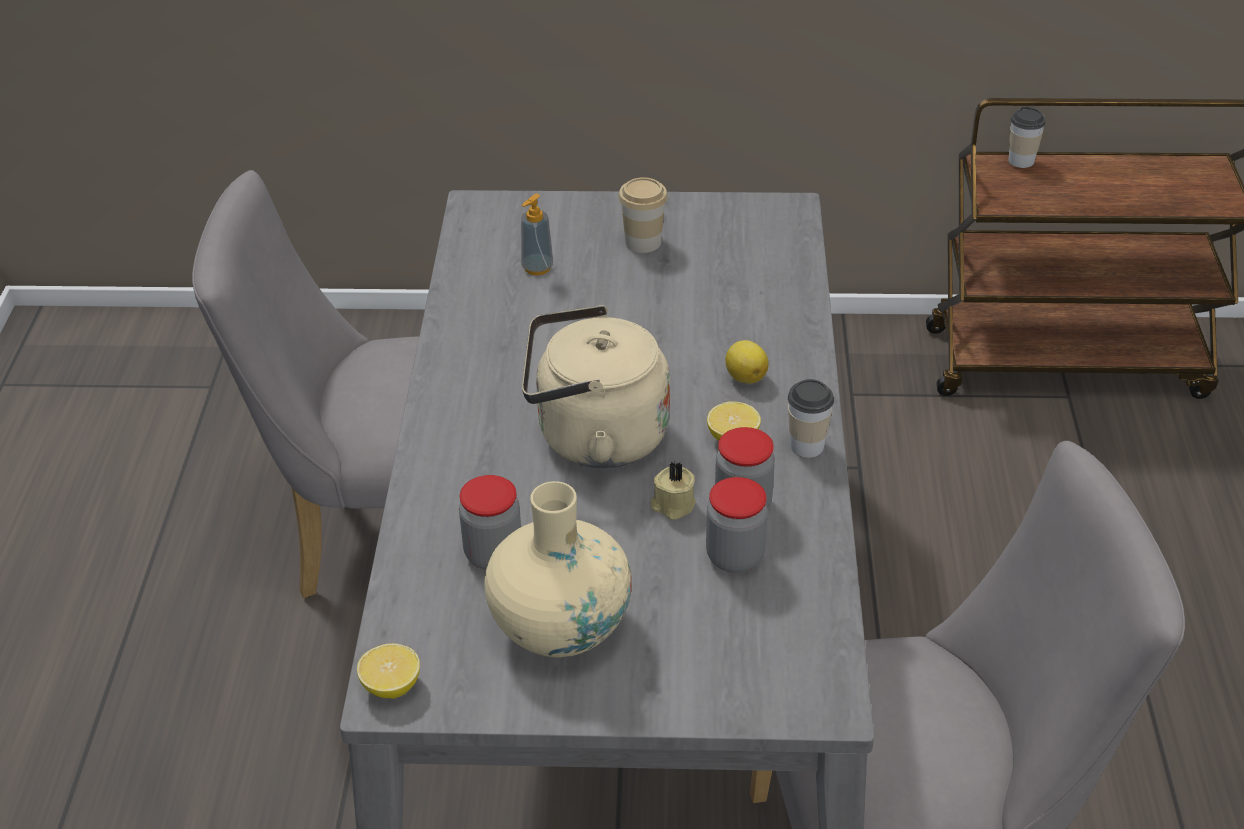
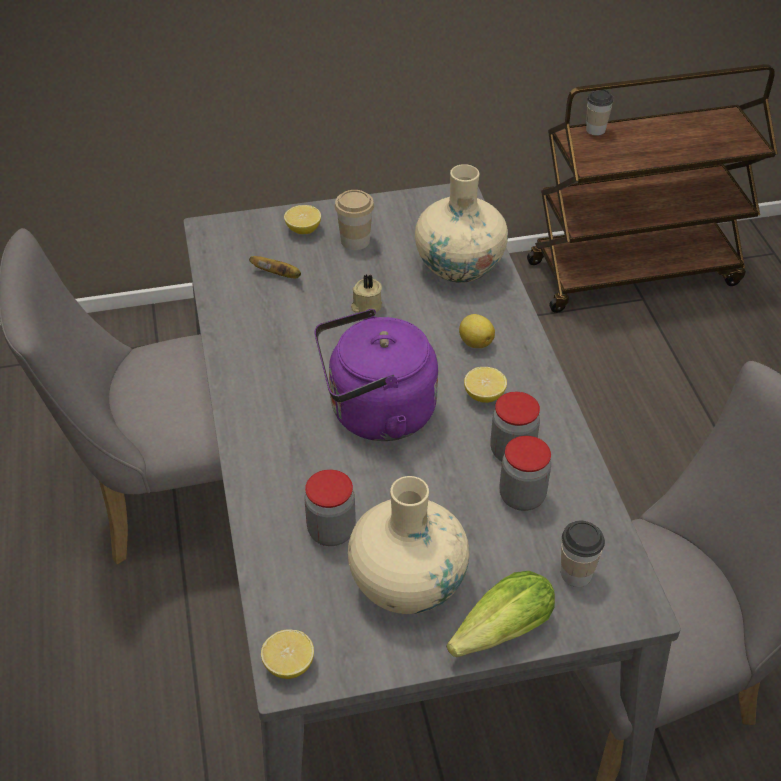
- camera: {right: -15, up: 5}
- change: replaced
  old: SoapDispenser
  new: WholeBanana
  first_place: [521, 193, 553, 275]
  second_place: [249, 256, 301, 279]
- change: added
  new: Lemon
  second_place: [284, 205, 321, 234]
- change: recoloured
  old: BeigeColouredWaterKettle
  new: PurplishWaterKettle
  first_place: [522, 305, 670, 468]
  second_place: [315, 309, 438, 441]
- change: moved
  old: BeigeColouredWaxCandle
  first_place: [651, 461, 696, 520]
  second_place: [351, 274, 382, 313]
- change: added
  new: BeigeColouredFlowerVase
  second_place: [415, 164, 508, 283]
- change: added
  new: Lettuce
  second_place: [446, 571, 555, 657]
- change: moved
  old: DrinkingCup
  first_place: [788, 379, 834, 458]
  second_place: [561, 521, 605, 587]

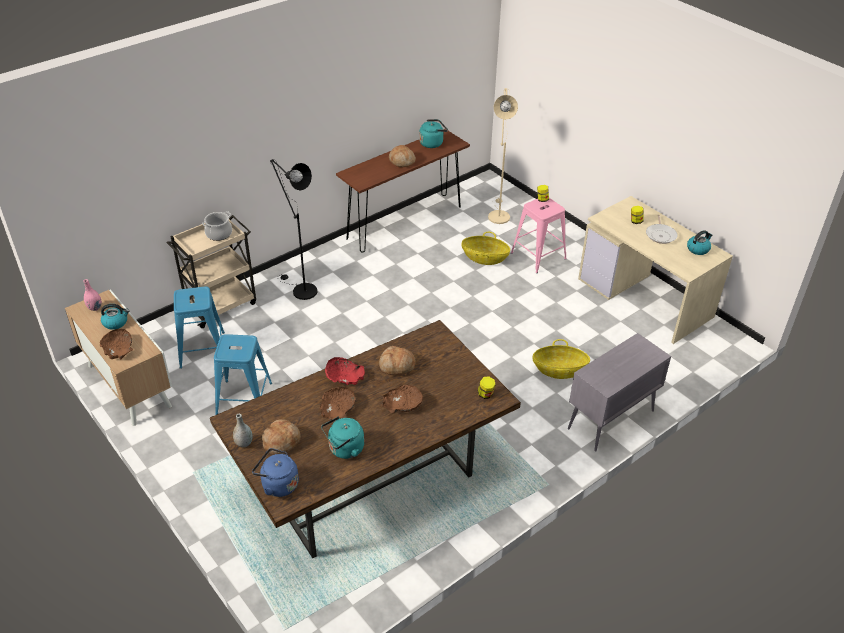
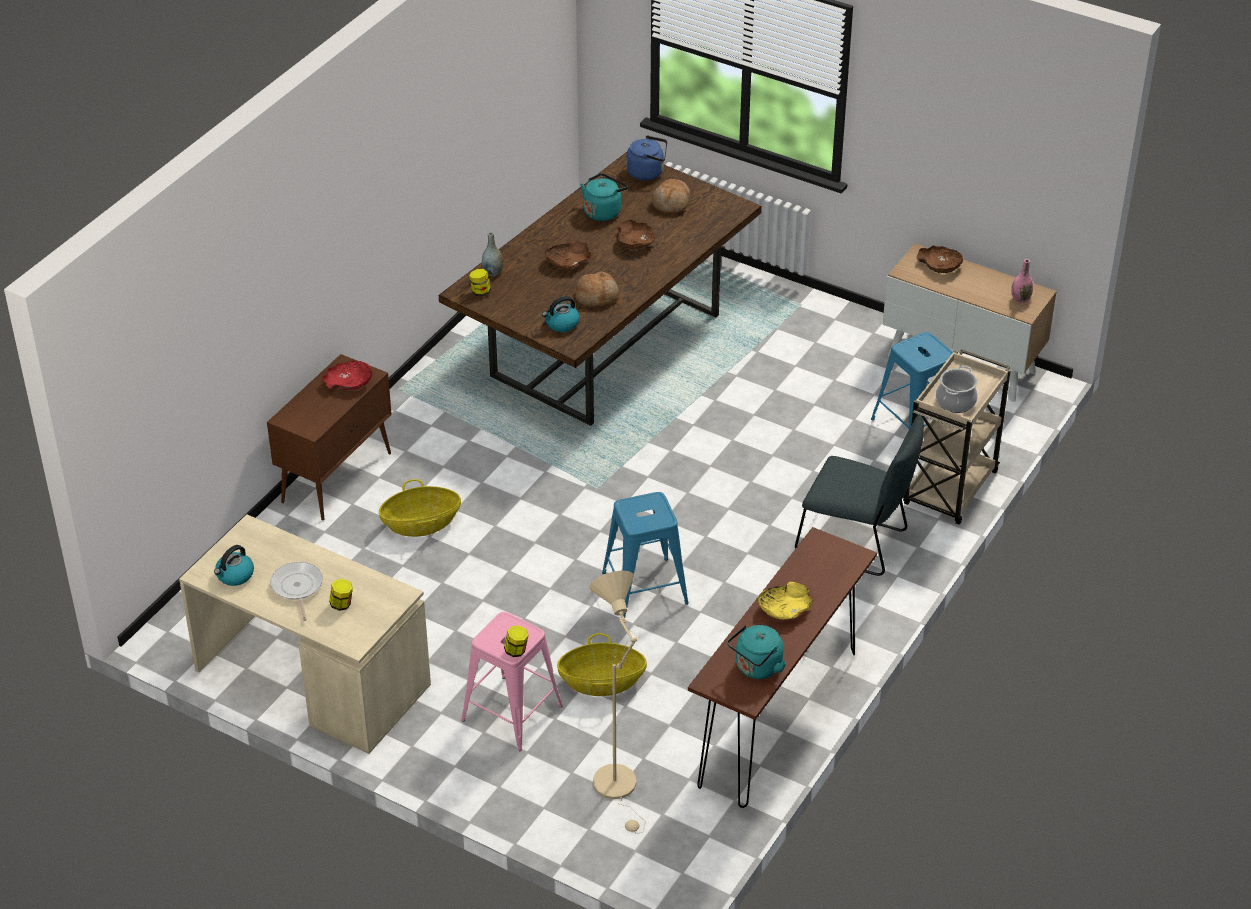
- camera: {right: 160, up: 0}
- change: recoloured
  old: GrayStorageCabinet
  new: BrownStorageCabinet
  first_place: [568, 333, 671, 452]
  second_place: [267, 354, 392, 521]
- change: moved
  old: ReddishBowl
  first_place: [325, 357, 365, 385]
  second_place: [322, 361, 372, 390]
- change: moved
  old: GrayFlowerVase
  first_place: [233, 414, 253, 448]
  second_place: [482, 232, 503, 276]
- change: moved
  old: WaterKettle
  first_place: [101, 304, 129, 330]
  second_place: [542, 296, 580, 332]
- change: moved
  old: BlueColouredStoolSeat
  first_place: [214, 334, 272, 415]
  second_place: [602, 492, 689, 618]
- change: replaced
  old: Bread
  new: YellowBowl
  first_place: [389, 145, 416, 167]
  second_place: [758, 582, 813, 619]
- change: replaced
  old: BlackStandardLamp
  new: GrayChair
  first_place: [270, 159, 317, 300]
  second_place: [795, 416, 924, 576]

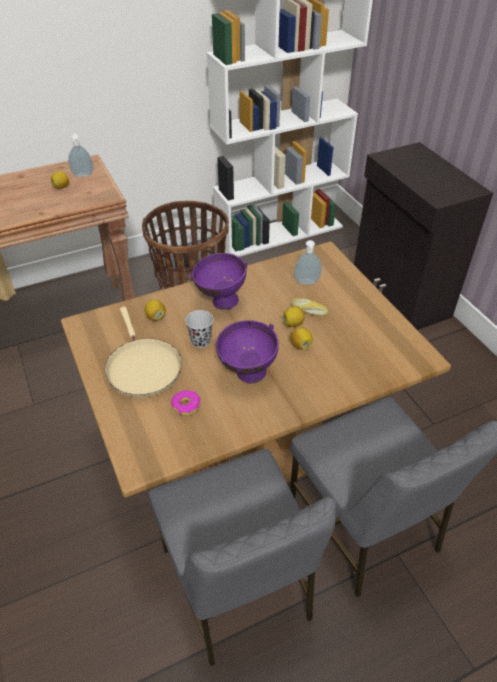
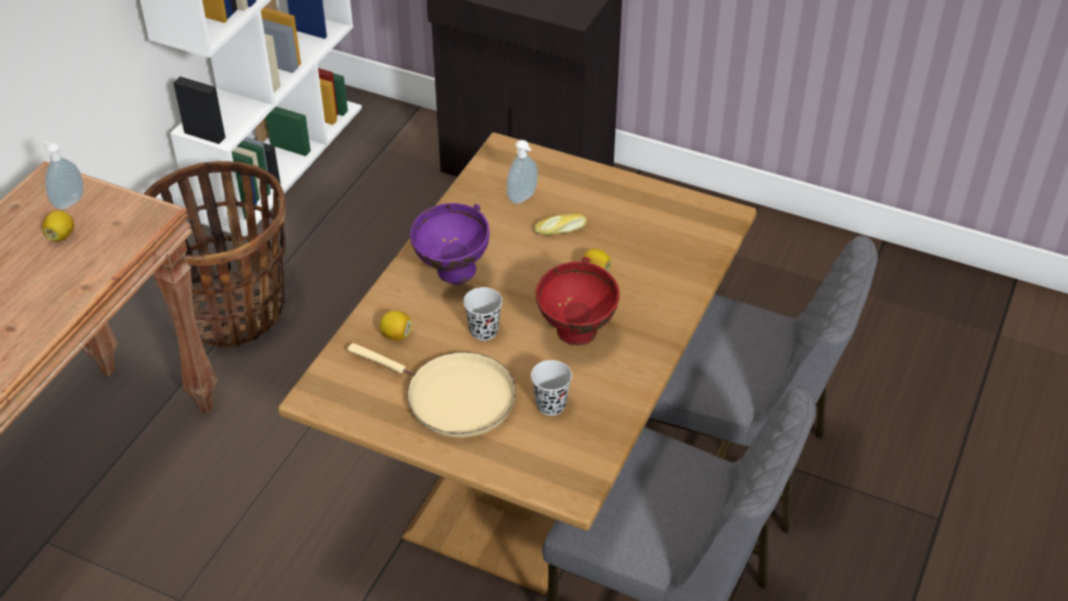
- camera: {right: -40, up: 0}
- change: replaced
  old: Donut
  new: BlackDrinkingCup
  first_place: [171, 390, 201, 416]
  second_place: [531, 360, 572, 416]
- change: recoloured
  old: PurplishBowl
  new: ReddishBowl
  first_place: [216, 320, 279, 384]
  second_place: [536, 257, 620, 345]
- change: removed
  old: Lemon
  first_place: [283, 306, 304, 327]

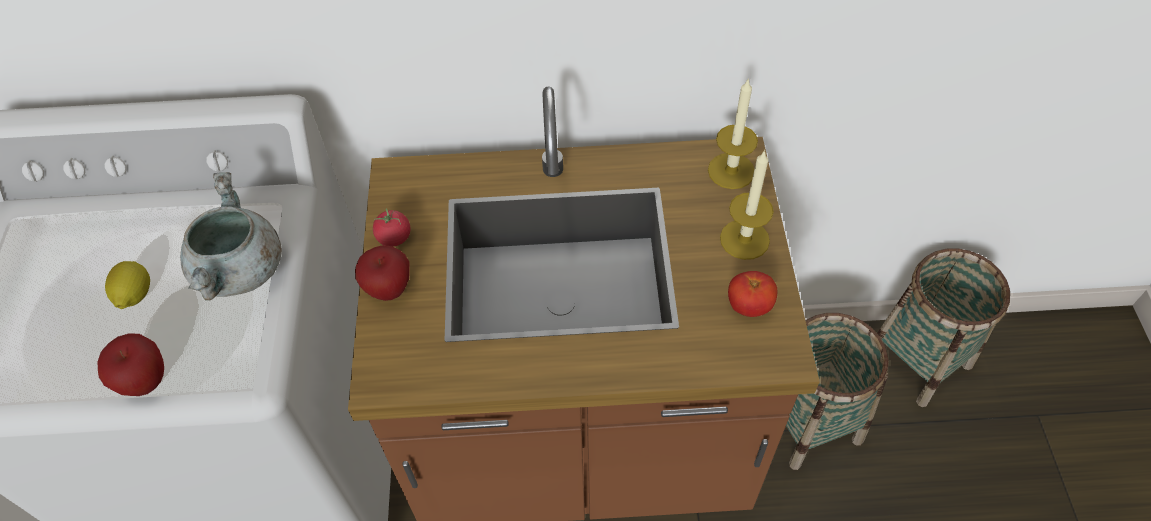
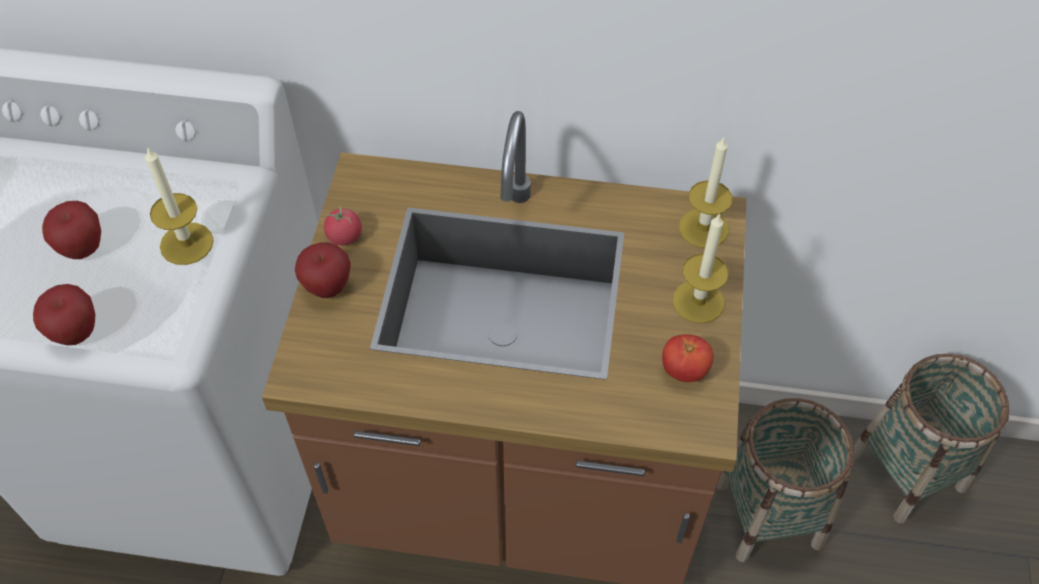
- camera: {right: 10, up: 0}
- change: replaced
  old: Lemon
  new: Apple
  first_place: [105, 261, 150, 309]
  second_place: [42, 201, 101, 259]
- change: replaced
  old: GrayStockpot
  new: WaxCandle
  first_place: [180, 172, 282, 301]
  second_place: [145, 147, 214, 265]

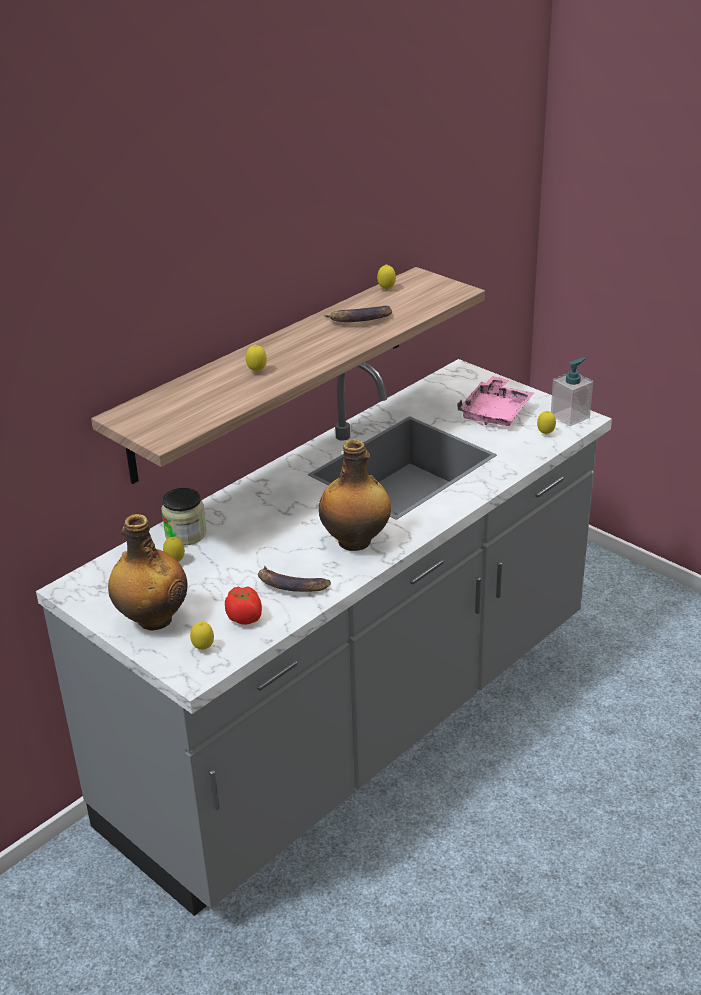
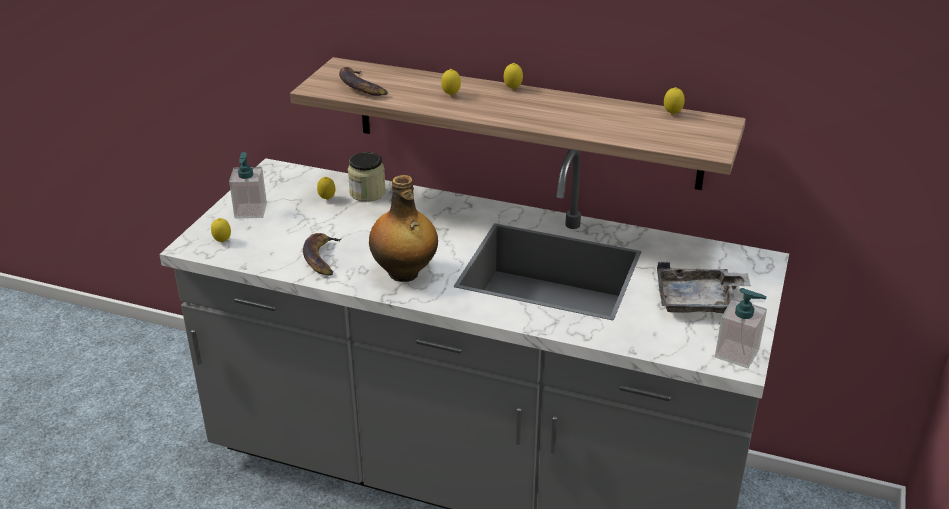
- camera: {right: 65, up: 0}
- change: replaced
  old: DrinkBottle
  new: SoapDispenser
  first_place: [108, 514, 187, 630]
  second_place: [229, 152, 267, 218]
- change: moved
  old: WholeBanana
  first_place: [324, 306, 392, 322]
  second_place: [339, 67, 388, 96]
- change: moved
  old: Lemon
  first_place: [537, 411, 556, 435]
  second_place: [504, 63, 523, 89]
- change: recoloured
  old: PinkServingTray
  new: GrayServingTray
  first_place: [457, 376, 534, 426]
  second_place: [657, 262, 751, 313]
- change: removed
  old: FreshTomato
  first_place: [225, 586, 262, 625]

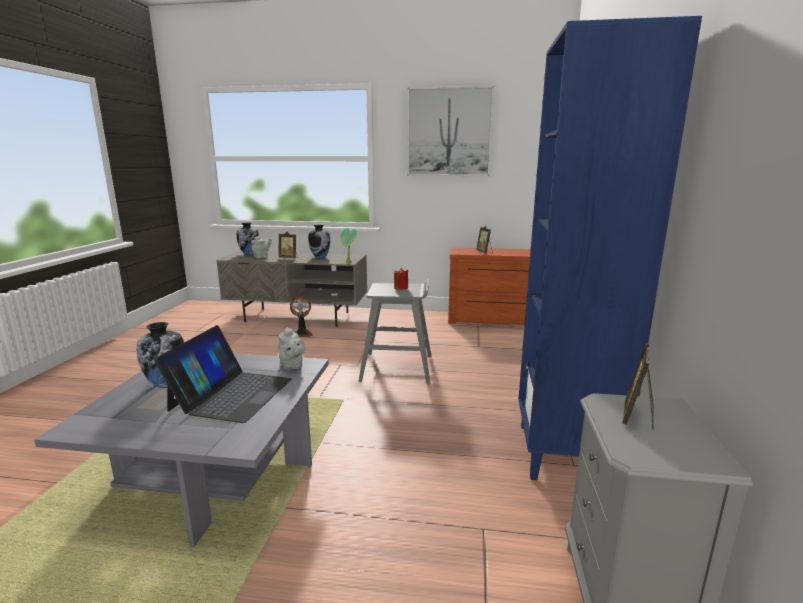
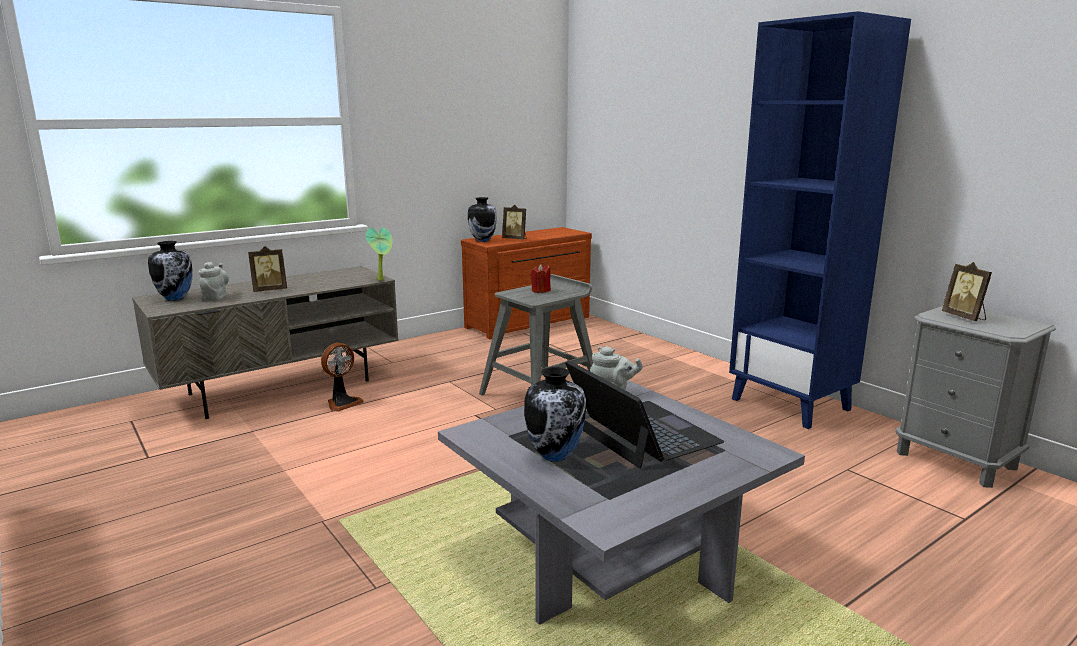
- camera: {right: -45, up: 0}
- change: moved
  old: FlowerVase
  first_place: [308, 225, 330, 258]
  second_place: [468, 197, 497, 242]
- change: removed
  old: WallArt
  first_place: [407, 86, 494, 176]

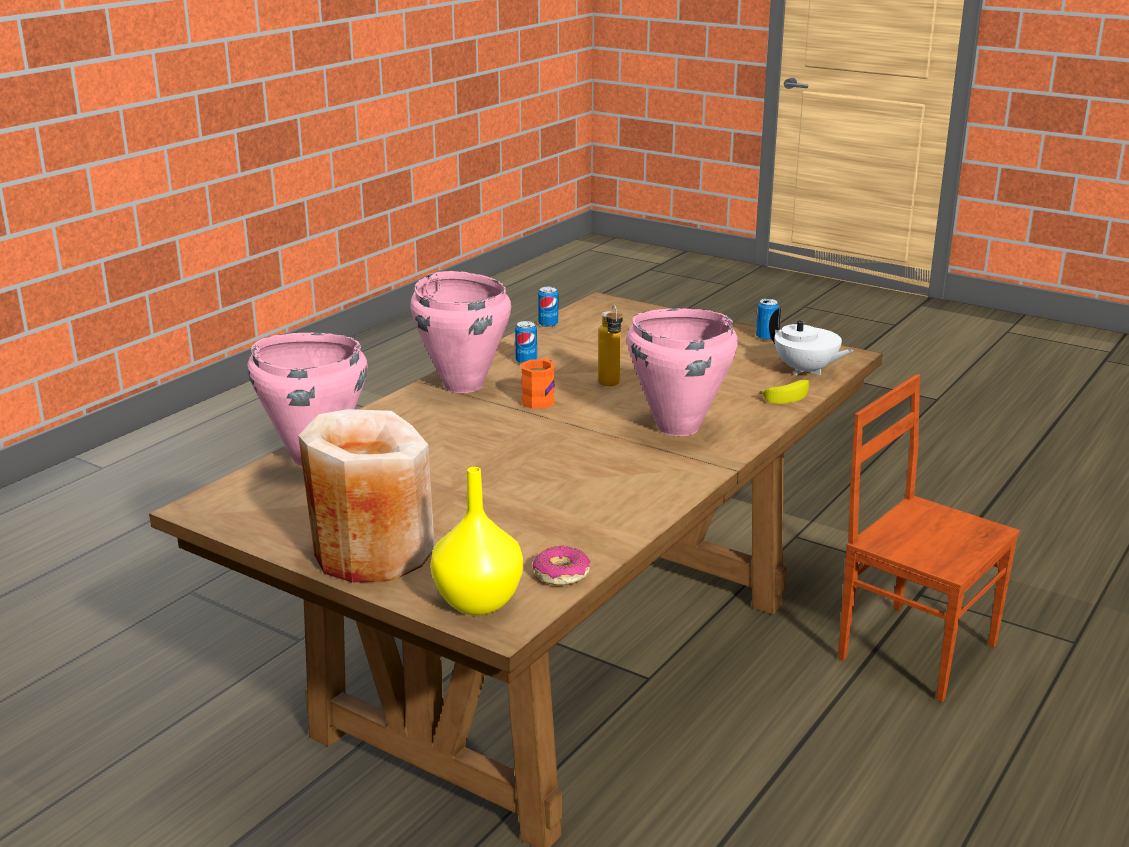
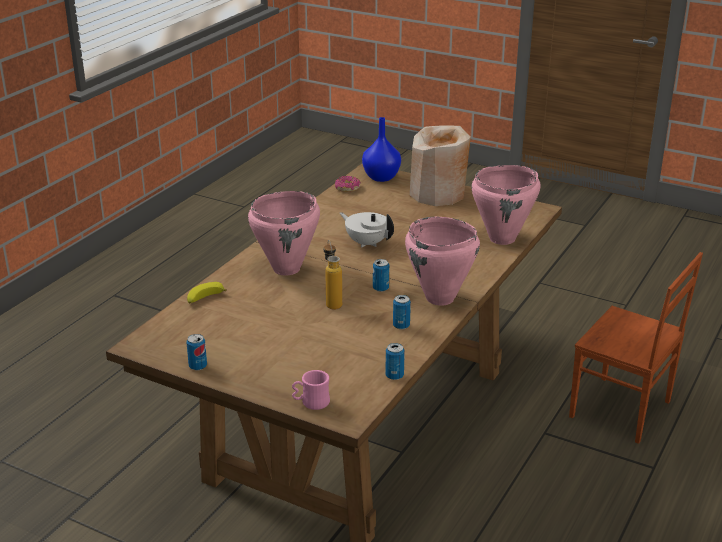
- camera: {right: 175, up: 5}
- change: added
  new: PinkTeaMug
  second_place: [292, 370, 330, 410]
- change: moved
  old: WhiteColouredTeapot
  first_place: [769, 308, 853, 376]
  second_place: [340, 212, 394, 248]
- change: recoloured
  old: YellowFlowerVase
  new: BlueColouredFlowerVase
  first_place: [431, 467, 523, 615]
  second_place: [362, 117, 401, 182]
- change: replaced
  old: OrangeyTeaMug
  new: MetalCan
  first_place: [521, 358, 555, 409]
  second_place: [373, 259, 389, 292]
- change: moved
  old: BrownChair
  first_place: [838, 374, 1020, 702]
  second_place: [569, 252, 703, 444]

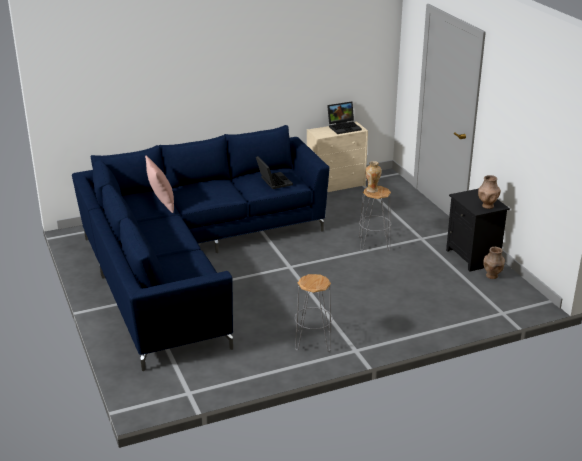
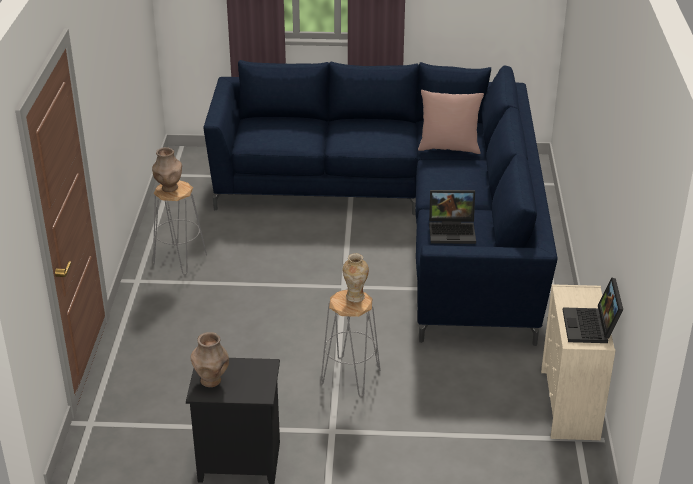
- camera: {right: 115, up: 5}
- change: moved
  old: BrownFlowerVase
  first_place: [483, 247, 505, 279]
  second_place: [152, 147, 182, 192]

